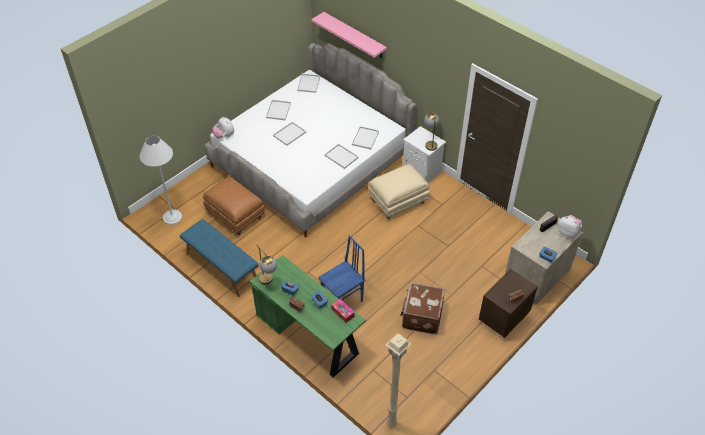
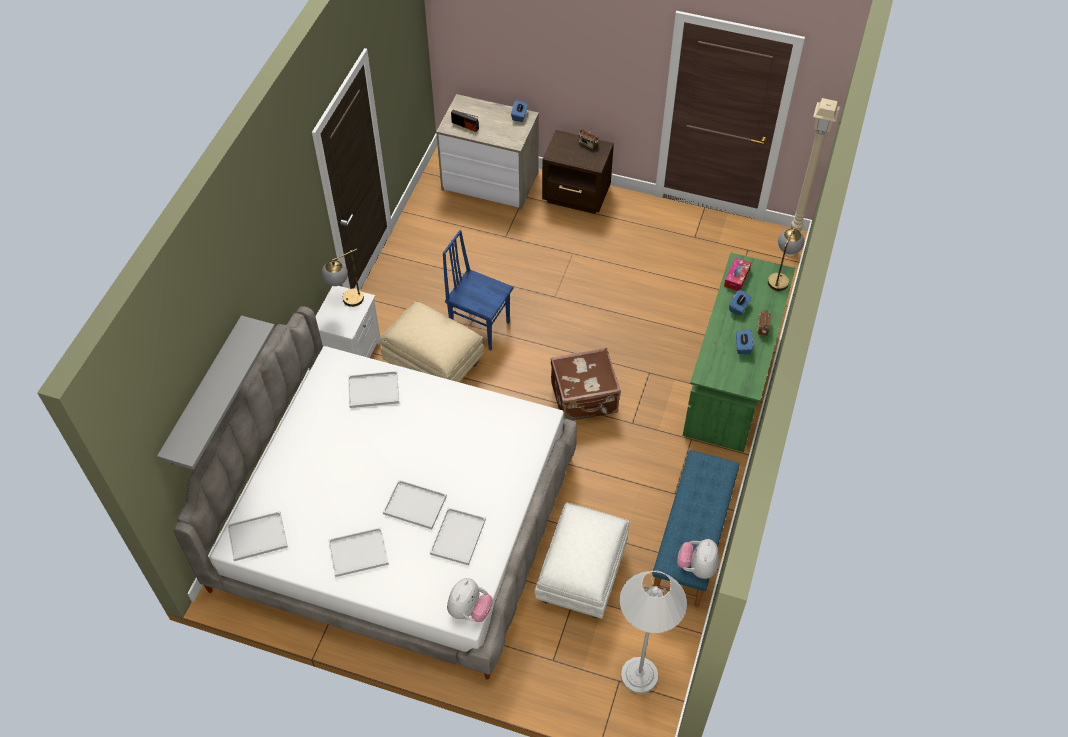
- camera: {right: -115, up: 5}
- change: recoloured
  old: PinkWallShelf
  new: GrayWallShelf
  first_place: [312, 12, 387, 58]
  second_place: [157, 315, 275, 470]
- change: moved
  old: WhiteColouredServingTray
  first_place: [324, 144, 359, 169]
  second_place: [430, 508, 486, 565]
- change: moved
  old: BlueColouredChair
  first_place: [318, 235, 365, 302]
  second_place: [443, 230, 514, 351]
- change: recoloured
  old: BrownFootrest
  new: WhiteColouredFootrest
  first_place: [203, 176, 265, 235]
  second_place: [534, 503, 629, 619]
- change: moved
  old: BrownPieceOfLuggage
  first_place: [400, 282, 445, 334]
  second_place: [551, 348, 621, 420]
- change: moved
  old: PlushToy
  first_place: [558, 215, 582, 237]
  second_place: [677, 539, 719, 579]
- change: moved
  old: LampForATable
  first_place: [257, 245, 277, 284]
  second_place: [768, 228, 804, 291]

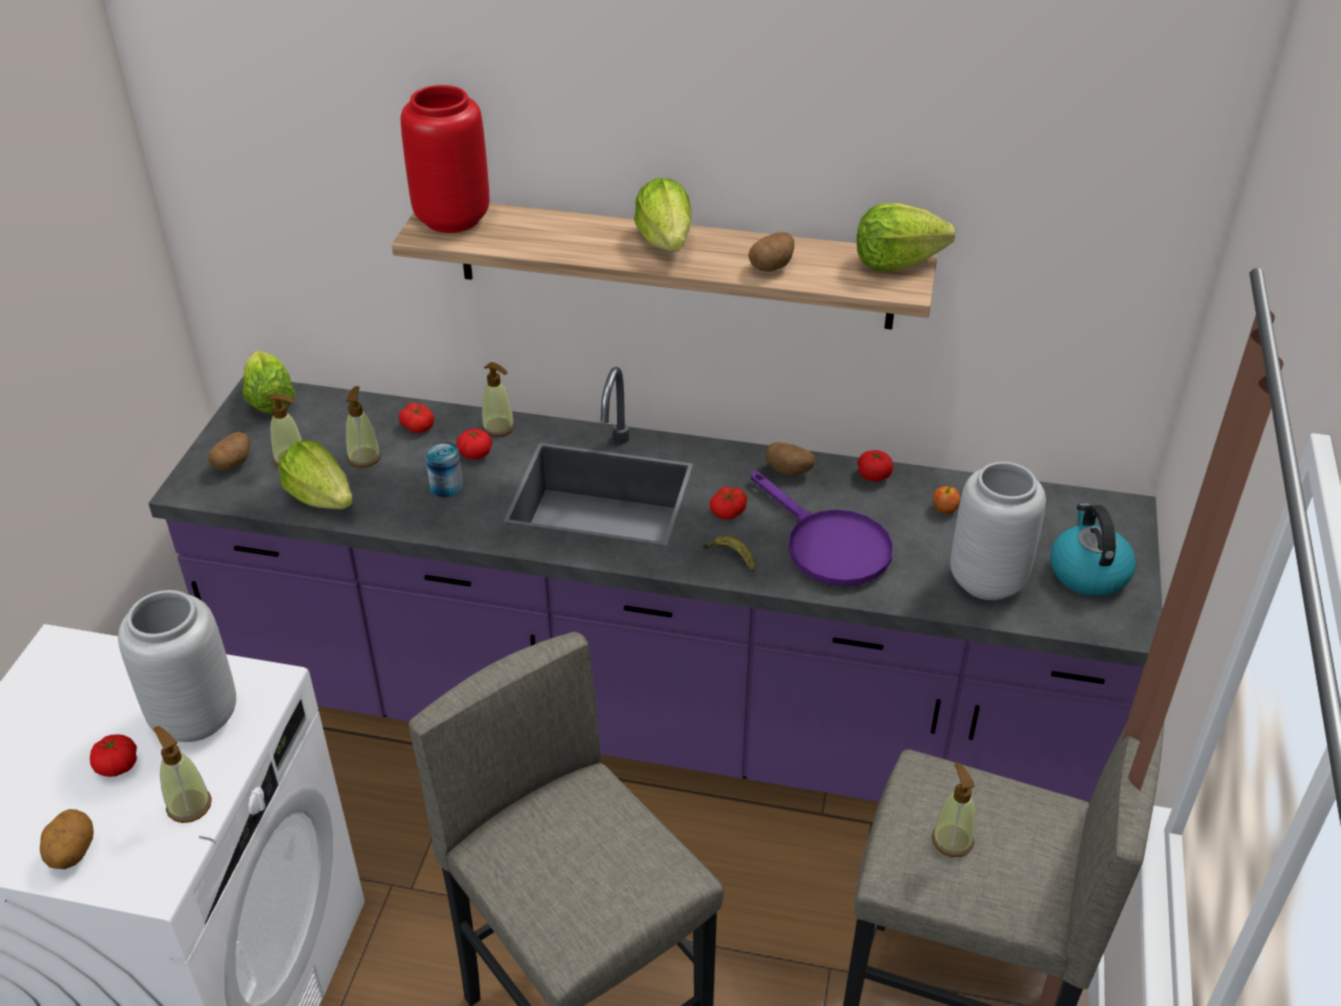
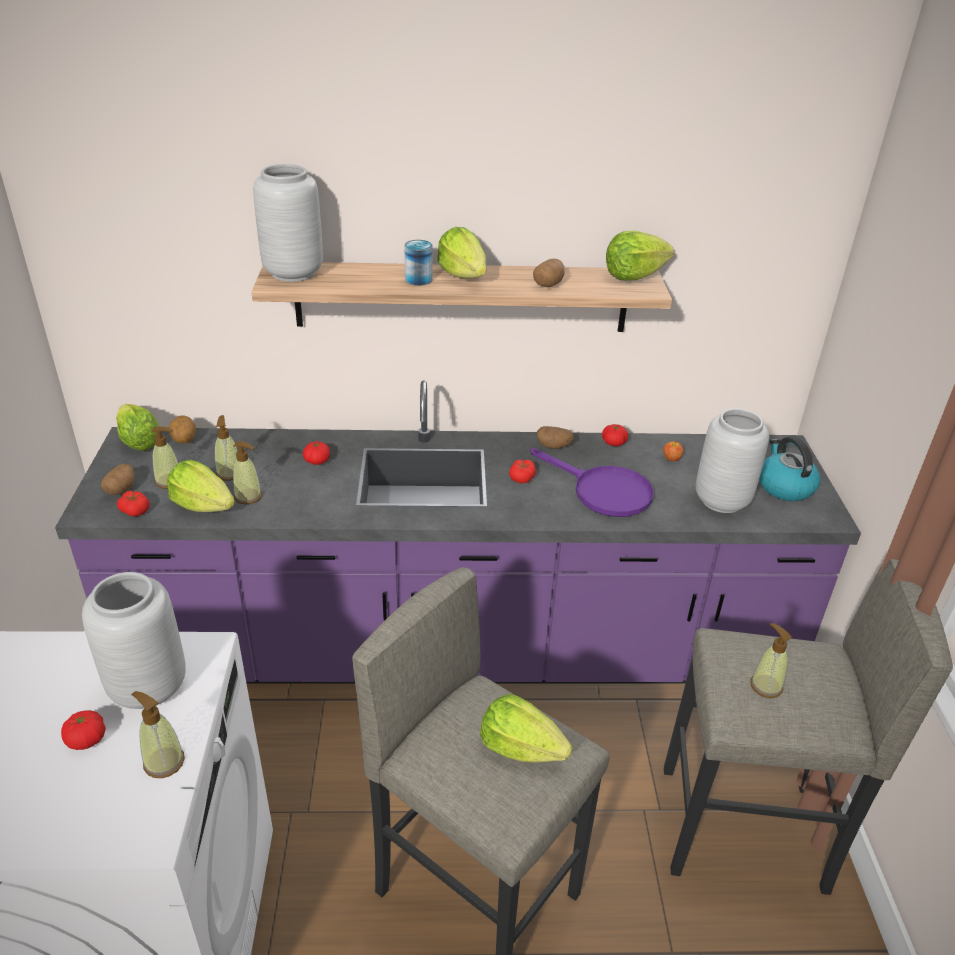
- camera: {right: -15, up: -5}
- change: moved
  old: FreshTomato
  first_place: [399, 403, 434, 433]
  second_place: [117, 491, 150, 516]
- change: moved
  old: WholePotato
  first_place: [40, 809, 94, 869]
  second_place: [169, 415, 196, 443]
- change: moved
  old: SoapDispenser
  first_place: [482, 362, 515, 437]
  second_place: [233, 441, 262, 504]
- change: recoloured
  old: ReddishFlowerVase
  new: GrayFlowerVase
  first_place: [401, 85, 490, 233]
  second_place: [253, 164, 323, 282]
- change: moved
  old: MetalCan
  first_place: [425, 442, 463, 498]
  second_place: [404, 240, 432, 286]
- change: added
  new: Lettuce
  second_place: [480, 694, 573, 763]
- change: removed
  old: WholeBanana
  first_place: [703, 536, 755, 572]

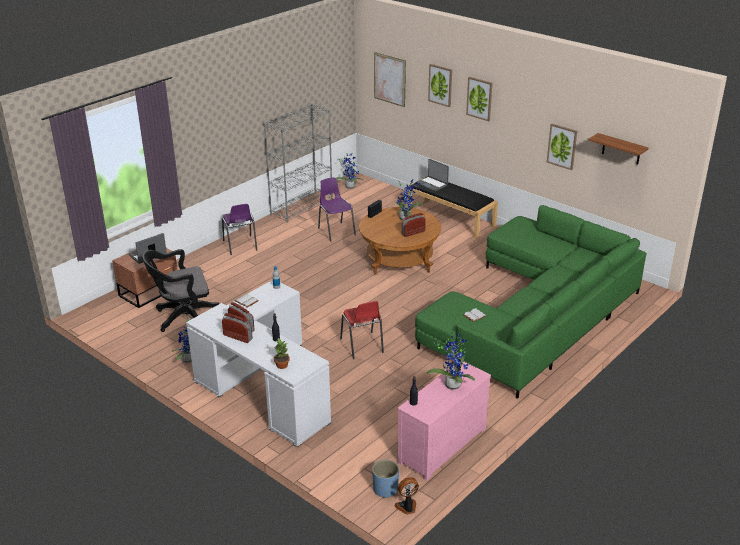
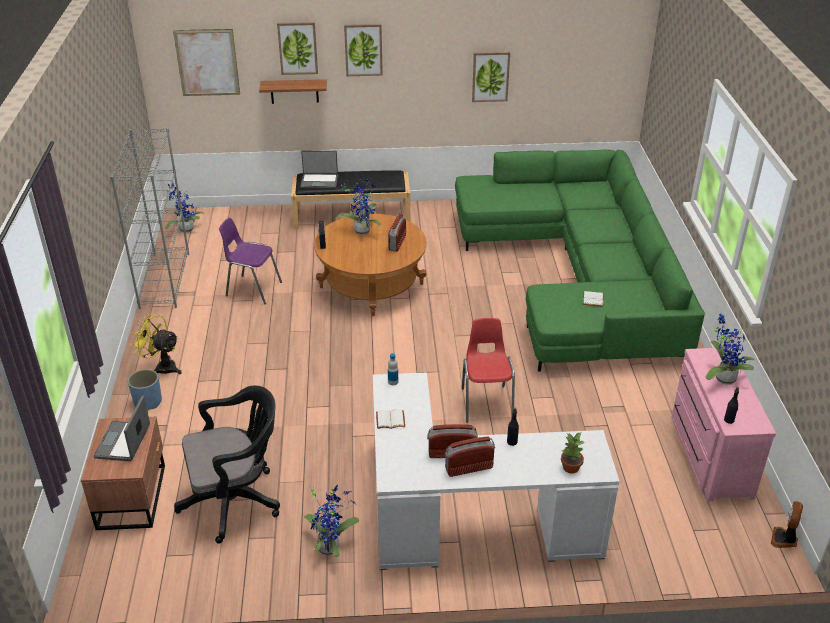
- camera: {right: -45, up: 5}
- change: moved
  old: BlueColouredPlanter
  first_place: [372, 460, 399, 498]
  second_place: [128, 369, 162, 410]
- change: replaced
  old: PurplishChair
  new: YellowFan
  first_place: [222, 204, 257, 255]
  second_place: [130, 314, 182, 374]
- change: turned
  old: BlackComputerChair
  first_place: [142, 249, 219, 332]
  second_place: [174, 386, 280, 544]
  degrees: -135
- change: moved
  old: WallShelf
  first_place: [588, 133, 649, 165]
  second_place: [259, 79, 327, 104]
- change: turned
  old: ReddishChair
  first_place: [340, 301, 384, 359]
  second_place: [462, 318, 515, 423]
  degrees: -120

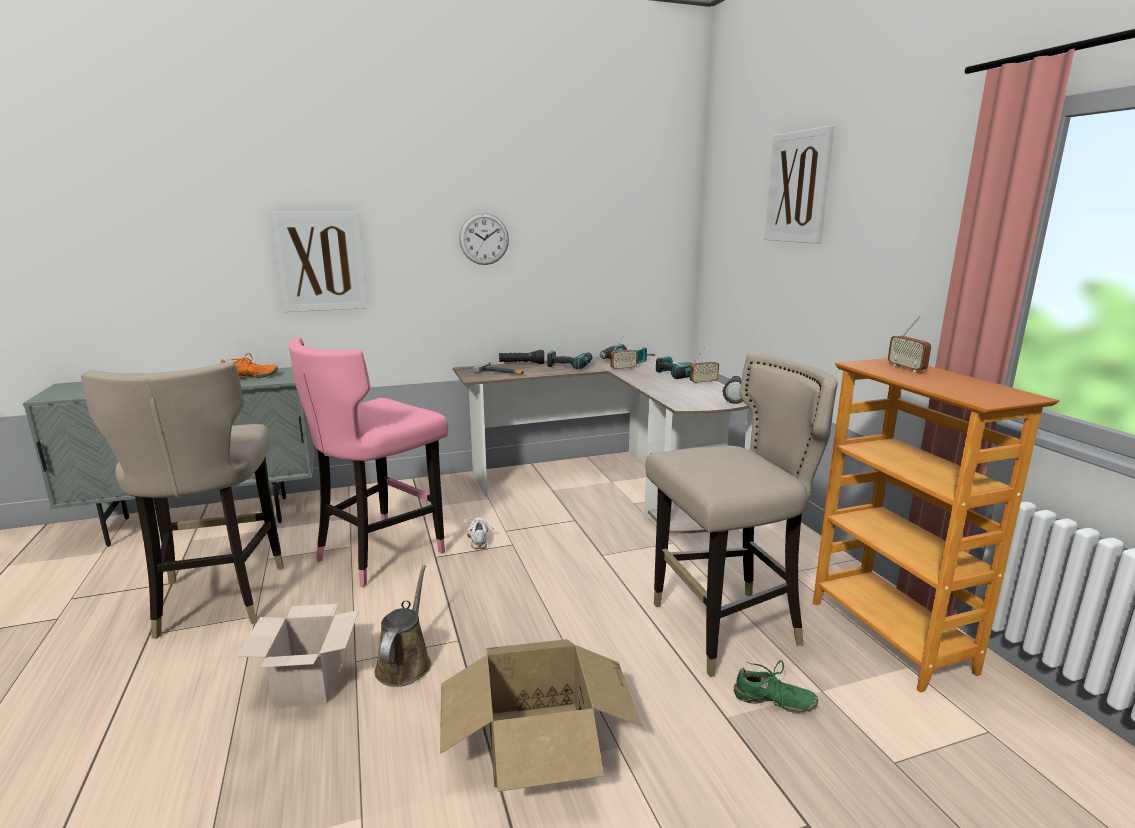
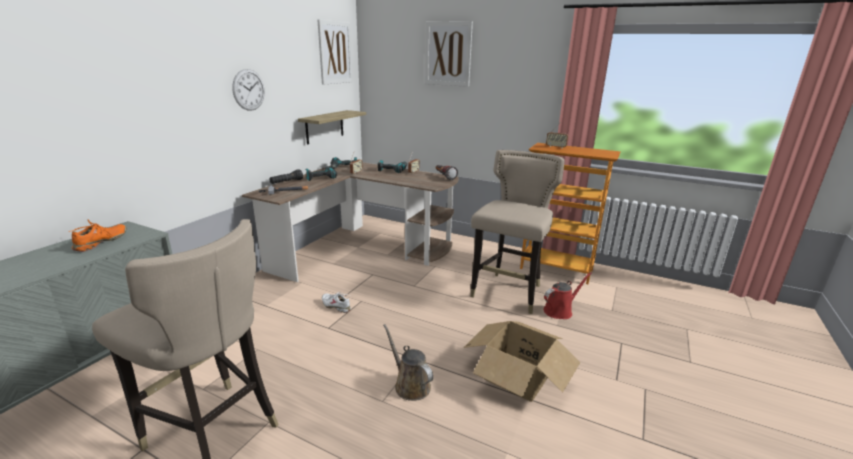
- camera: {right: -45, up: 5}
- change: added
  new: WallShelf
  second_place: [298, 110, 366, 144]
- change: moved
  old: WallArt
  first_place: [271, 211, 367, 312]
  second_place: [318, 19, 352, 85]
- change: replaced
  old: GreenishShoe
  new: ReddishWateringPot
  first_place: [734, 660, 818, 713]
  second_place: [543, 272, 592, 319]
- change: removed
  old: CardboardBox
  first_place: [237, 604, 359, 707]
- change: removed
  old: PinkStoolSeat
  first_place: [288, 337, 448, 587]

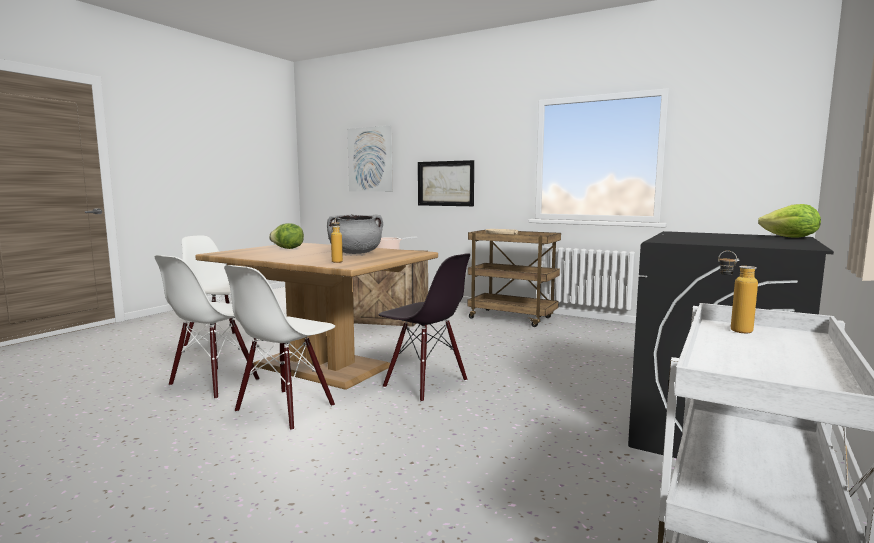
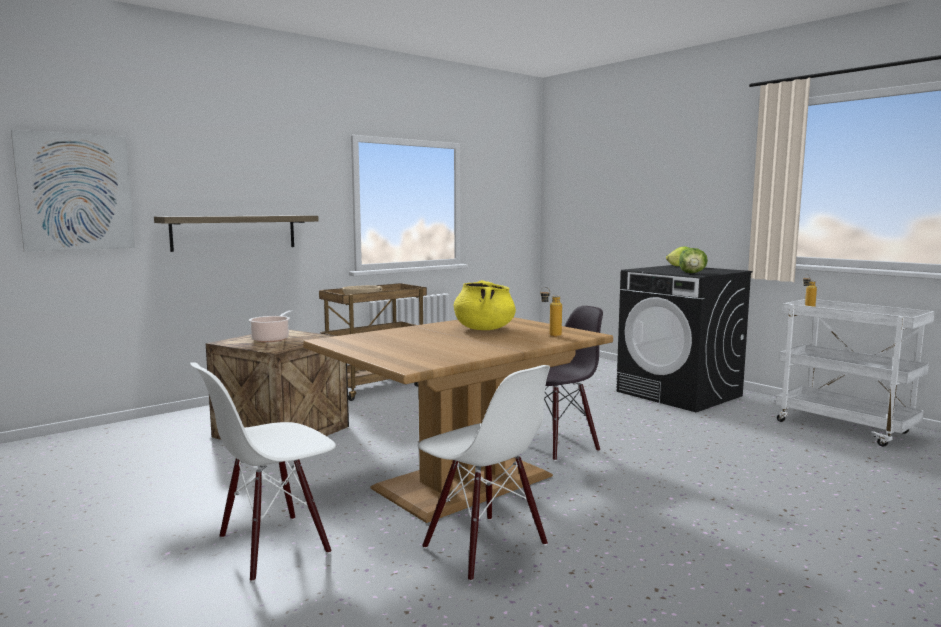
- camera: {right: -70, up: 0}
- change: replaced
  old: WallArt
  new: WallShelf
  first_place: [418, 160, 474, 206]
  second_place: [154, 215, 319, 252]
- change: recoloured
  old: GrayStockpot
  new: YellowStockpot
  first_place: [327, 214, 383, 254]
  second_place: [454, 280, 516, 330]
- change: moved
  old: Lettuce
  first_place: [269, 223, 304, 249]
  second_place: [679, 248, 708, 273]
- change: removed
  old: WhiteColouredChair
  first_place: [224, 265, 335, 431]

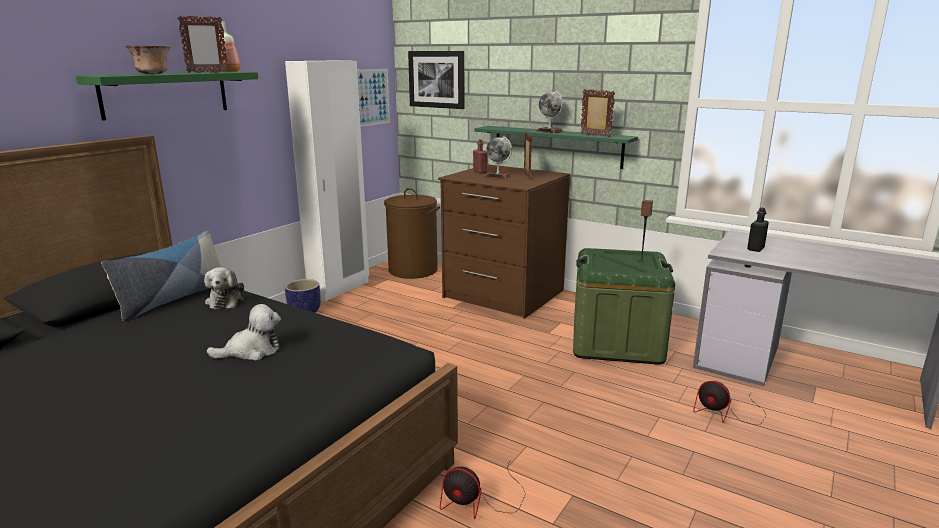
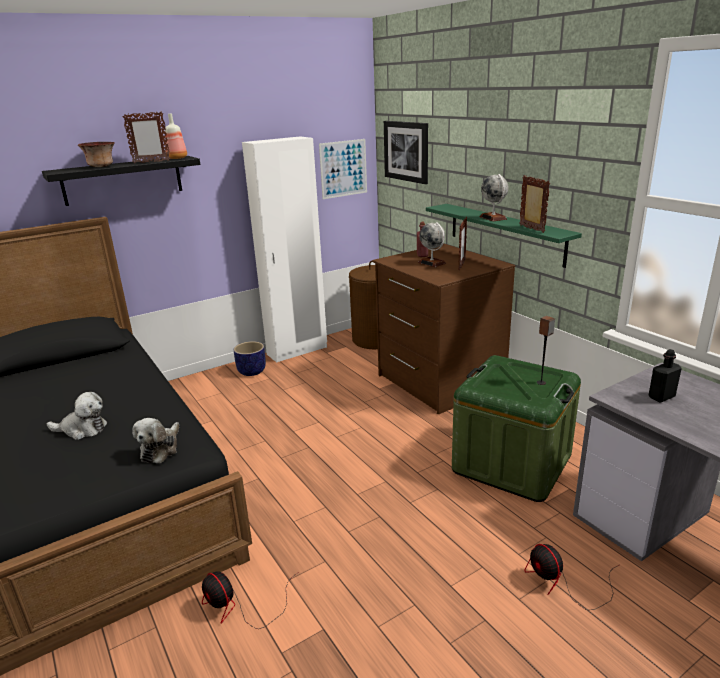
- camera: {right: 25, up: 5}
- change: recoloured
  old: GreenishWallShelf
  new: BlackWallShelf
  first_place: [76, 72, 258, 121]
  second_place: [42, 156, 200, 206]
- change: moved
  old: PlushToy
  first_place: [204, 267, 244, 310]
  second_place: [132, 418, 179, 463]
- change: removed
  old: Pillow
  first_place: [101, 231, 221, 321]

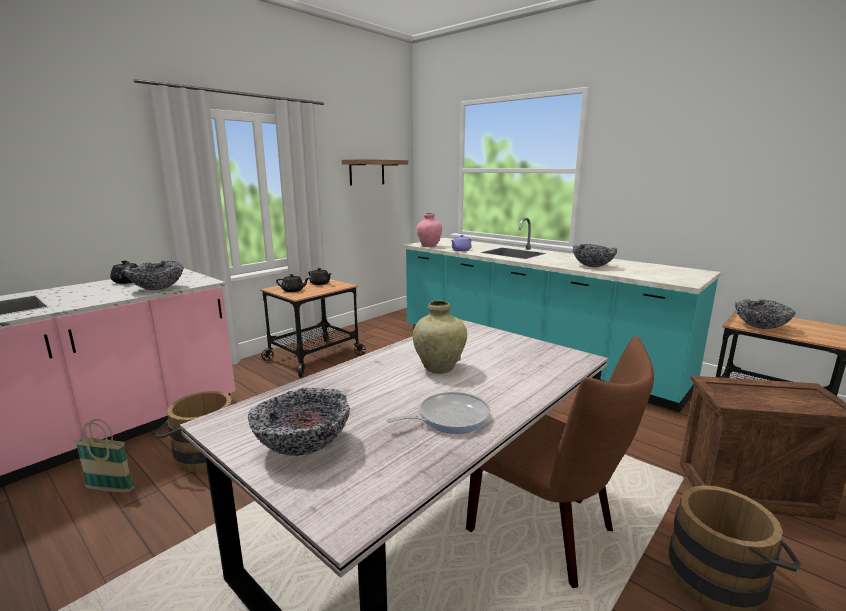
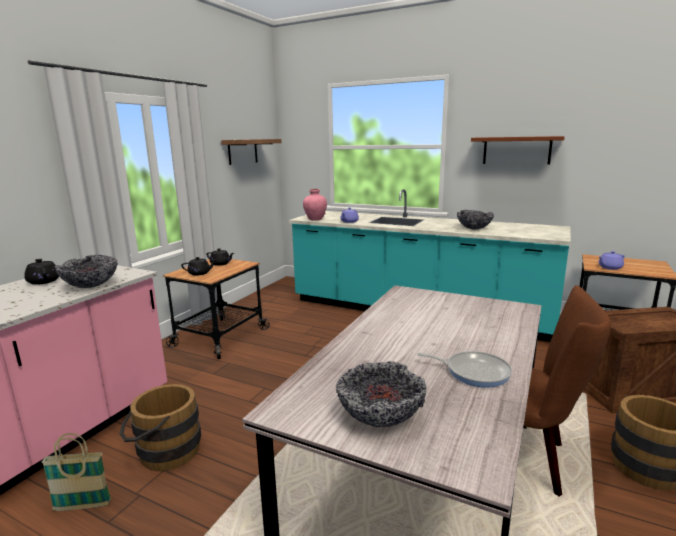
- camera: {right: -15, up: 0}
- change: turned
  old: Pan
  first_place: [386, 392, 490, 434]
  second_place: [417, 351, 512, 388]
  degrees: 60
- change: added
  new: BrownWallShelf
  second_place: [471, 136, 565, 164]
- change: replaced
  old: Bowl
  new: PurplishTeapot
  first_place: [735, 299, 796, 329]
  second_place: [598, 251, 625, 270]
- change: removed
  old: BeigeColouredFlowerVase
  first_place: [413, 301, 467, 374]

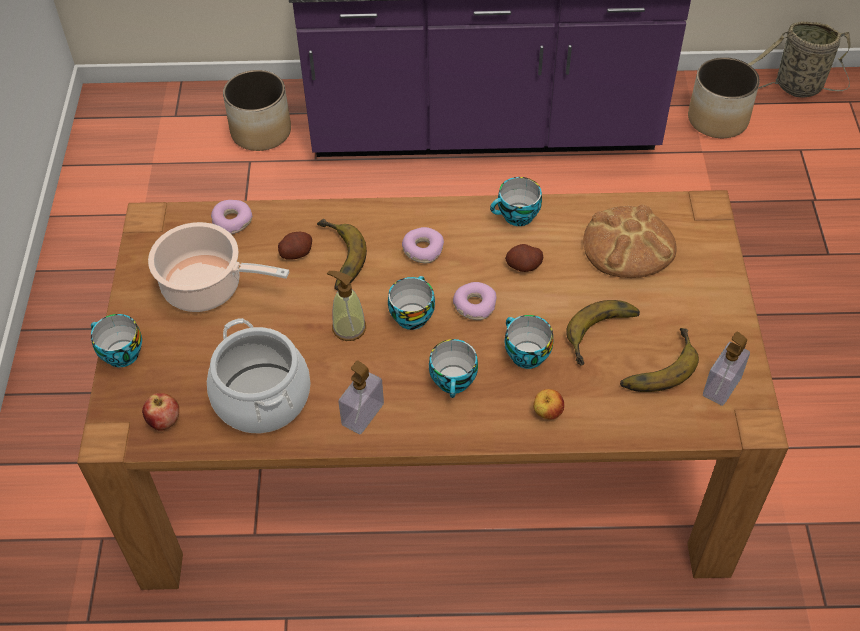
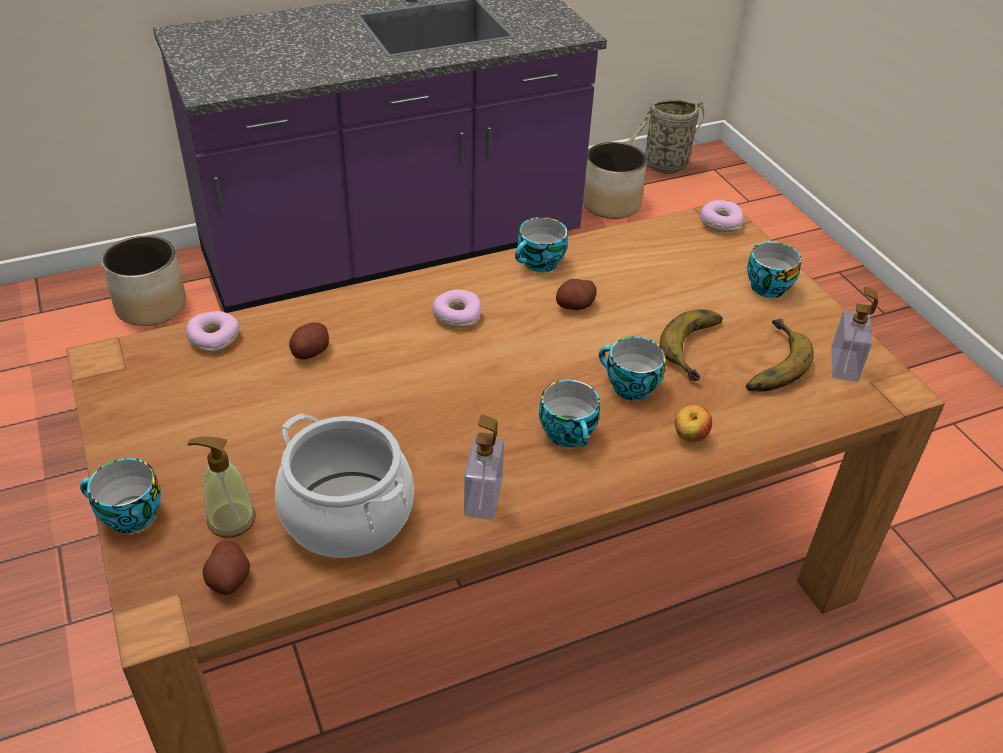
- camera: {right: -25, up: -10}
- change: moved
  old: SoapDispenser
  first_place: [327, 271, 366, 341]
  second_place: [187, 437, 256, 538]
- change: replaced
  old: Apple
  new: WholePotato
  first_place: [142, 393, 179, 431]
  second_place: [203, 540, 250, 595]
- change: moved
  old: Donut
  first_place: [453, 282, 497, 320]
  second_place: [700, 200, 744, 232]
- change: moved
  old: DrinkingCup
  first_place: [388, 276, 435, 330]
  second_place: [747, 241, 802, 298]
- change: removed
  old: Stockpot
  first_place: [148, 222, 289, 312]
- change: removed
  old: WholeBanana
  first_place: [317, 219, 367, 291]
- change: removed
  old: Bread
  first_place: [583, 204, 677, 278]

